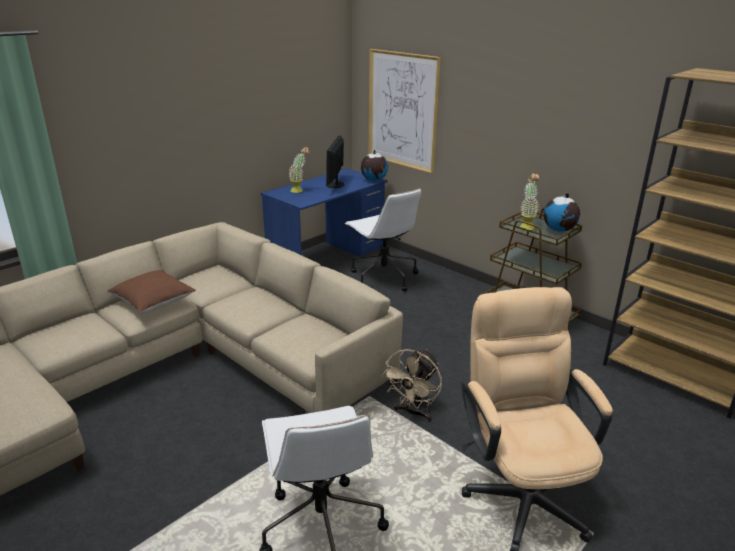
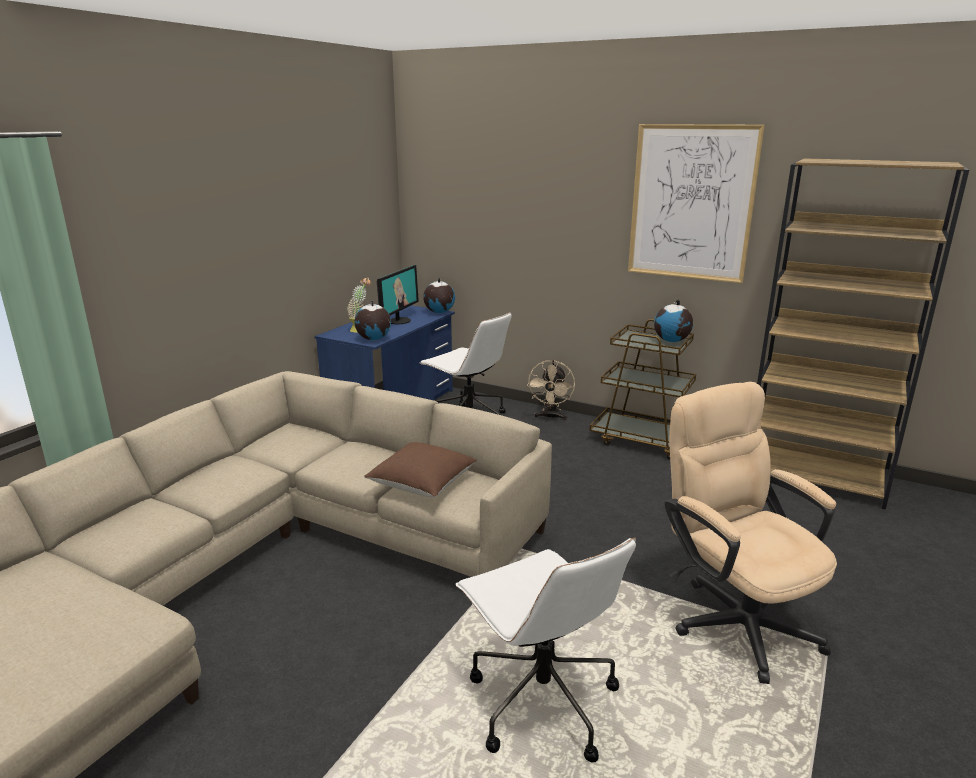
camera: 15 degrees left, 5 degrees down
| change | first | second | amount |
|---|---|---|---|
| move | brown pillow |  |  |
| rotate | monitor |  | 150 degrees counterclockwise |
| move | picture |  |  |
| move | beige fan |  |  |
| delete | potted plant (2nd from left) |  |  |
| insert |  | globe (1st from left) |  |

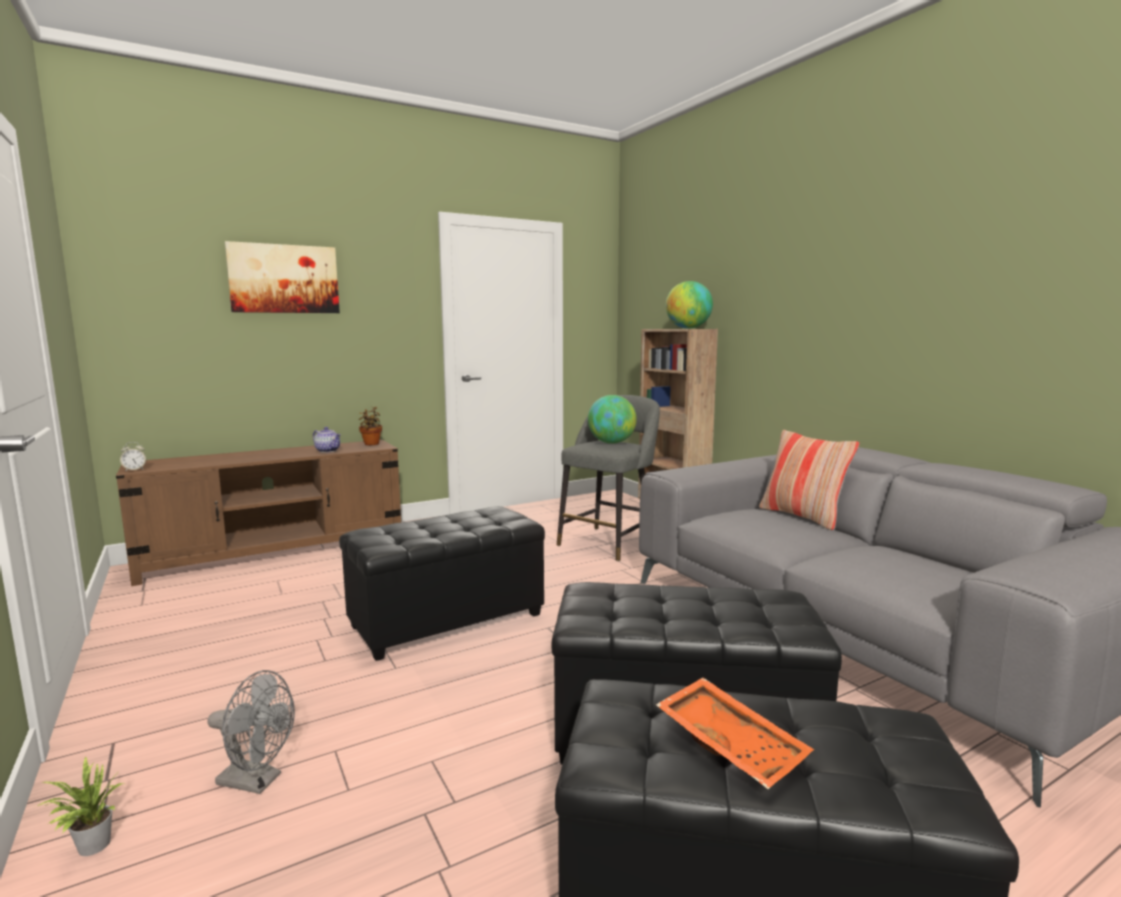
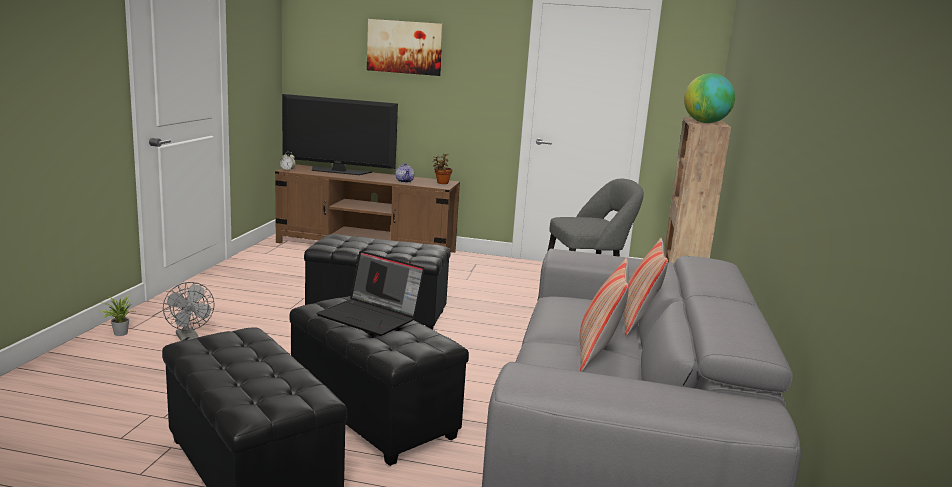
camera: 40 degrees right, 5 degrees up
| change | first | second | amount |
|---|---|---|---|
| delete | globe (1st from left) |  |  |
| delete | orange tray |  |  |
| insert |  | television |  |
| insert |  | laptop |  |
| insert |  | pillow (1st from left) |  |

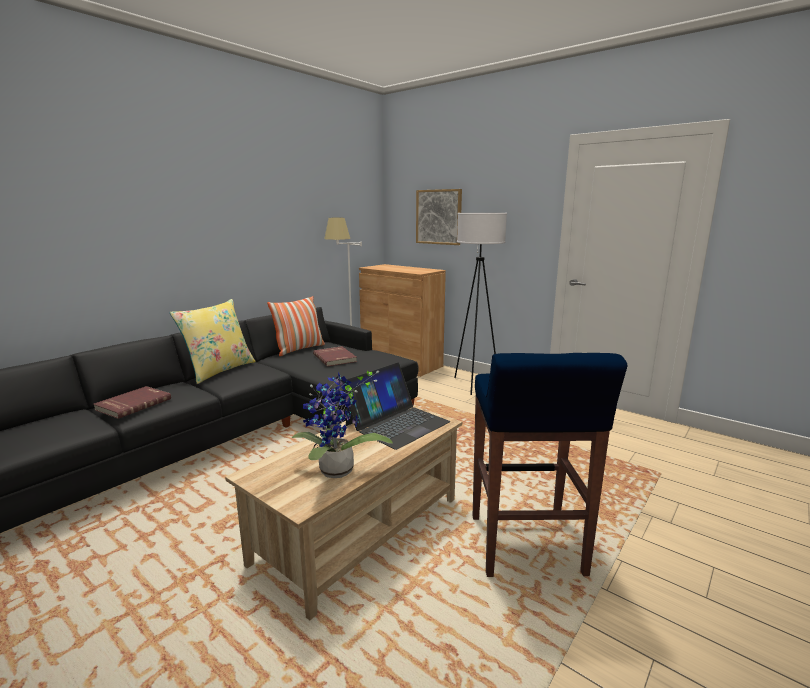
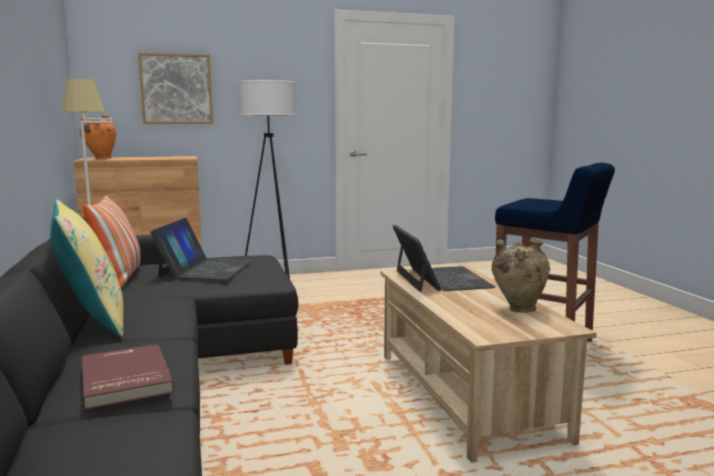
camera: 55 degrees left, 5 degrees down
| change | first | second | amount |
|---|---|---|---|
| replace | potted plant | beige vase |  |
| replace | red book (2nd from left) | laptop (1st from left) |  |
| insert |  | orange vase |  |

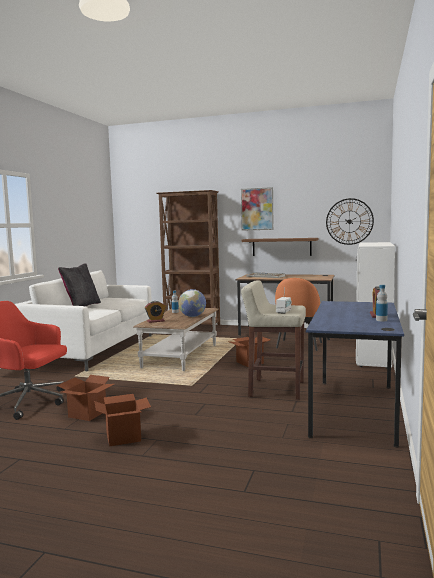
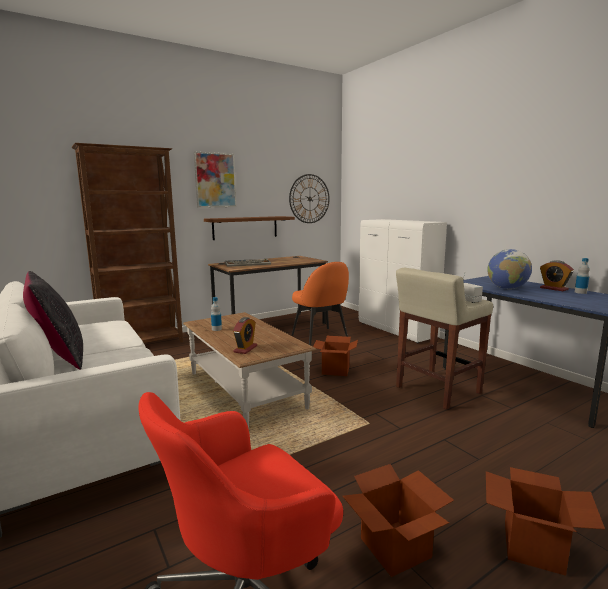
camera: 50 degrees left, 5 degrees up
| change | first | second | amount |
|---|---|---|---|
| move | globe |  |  |

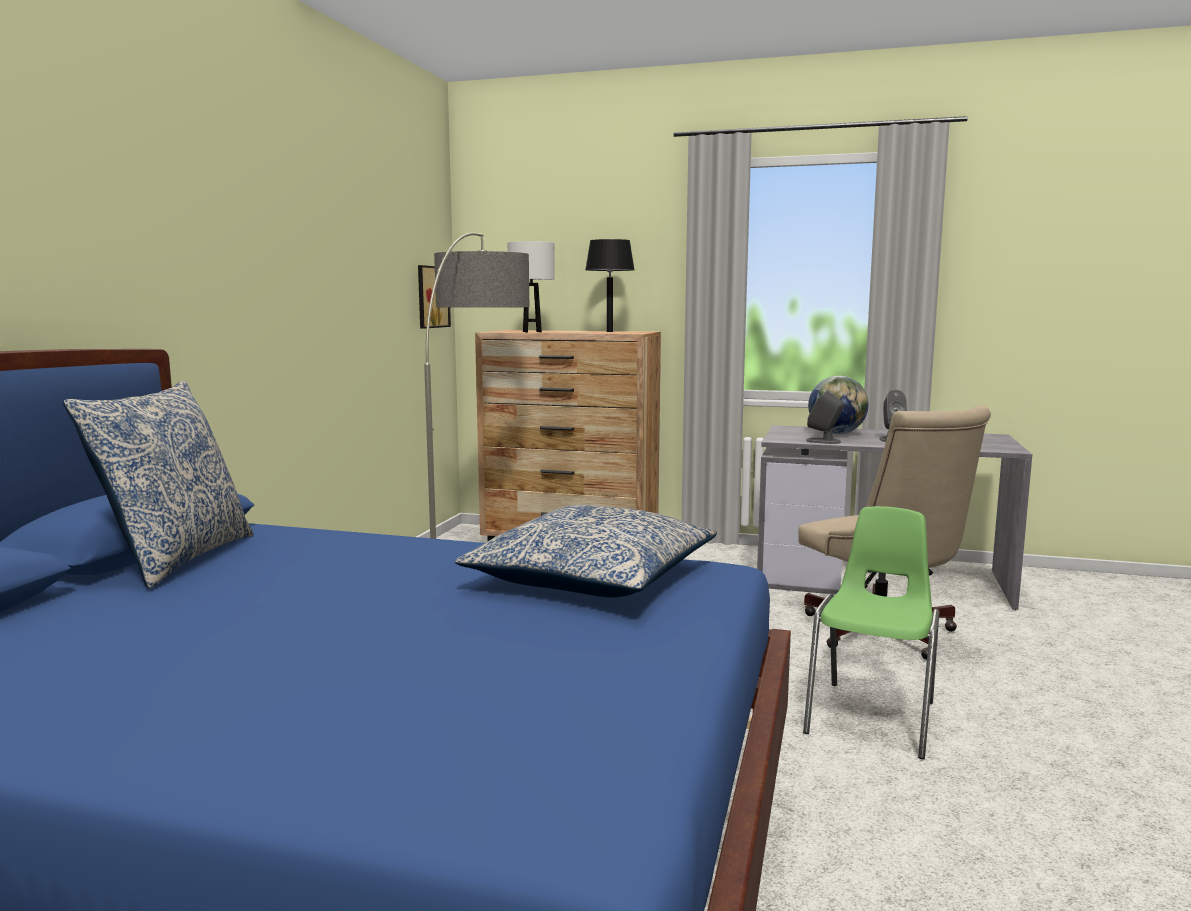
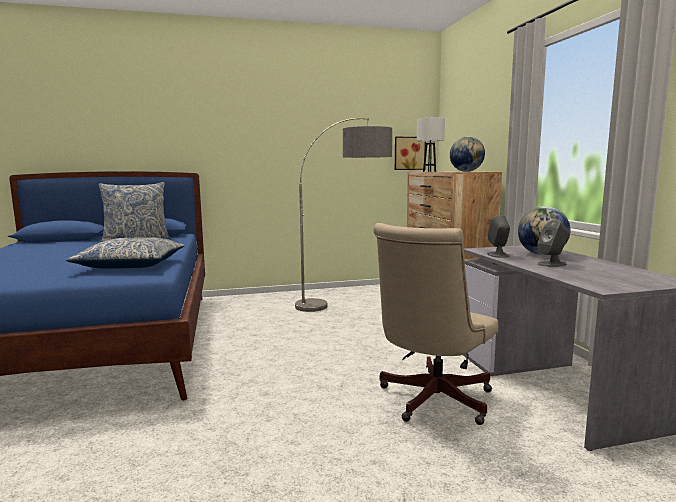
camera: 60 degrees right, 0 degrees up
| change | first | second | amount |
|---|---|---|---|
| replace | black table lamp | globe (1st from left) |  |
| delete | green chair |  |  |

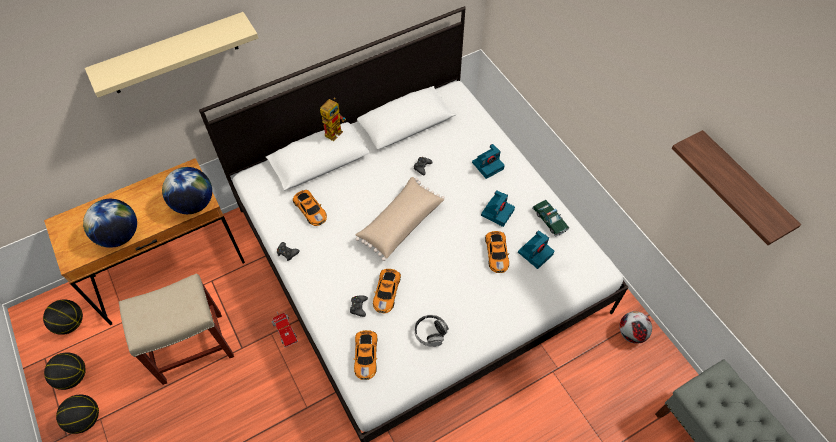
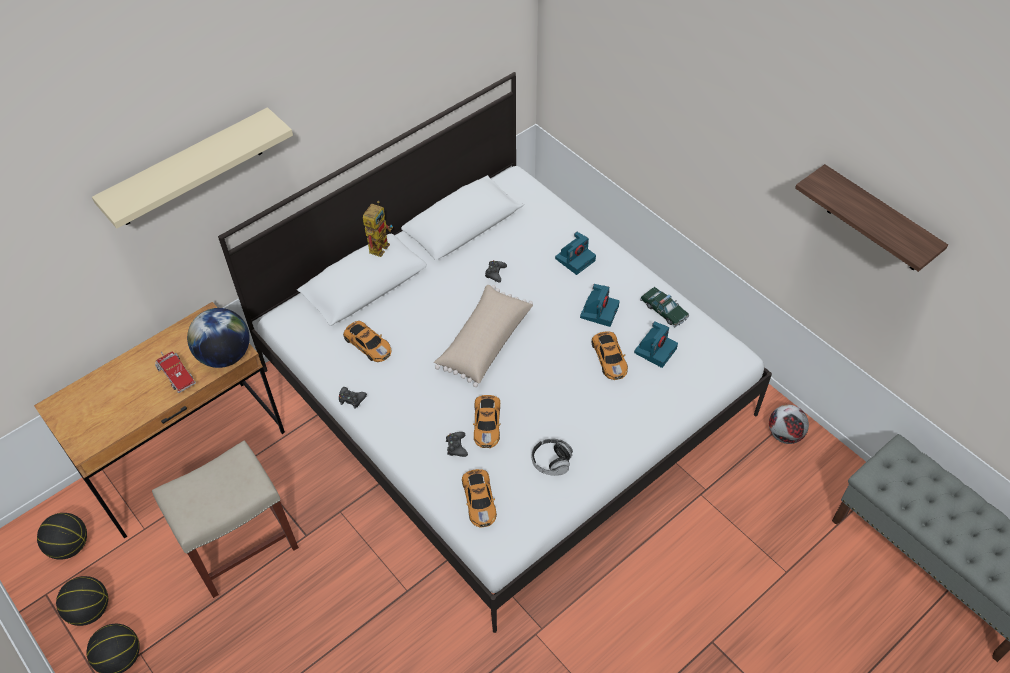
camera: 10 degrees left, 5 degrees down
| change | first | second | amount |
|---|---|---|---|
| delete | globe (1st from left) |  |  |
| move | toy truck |  |  |

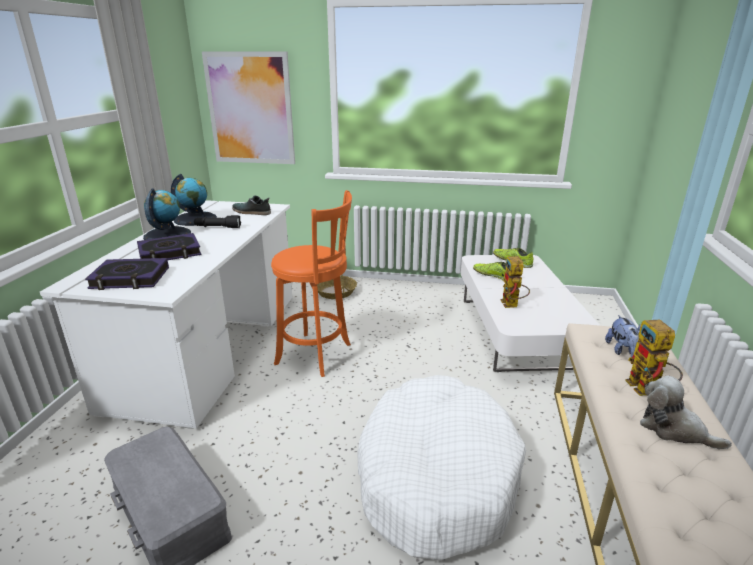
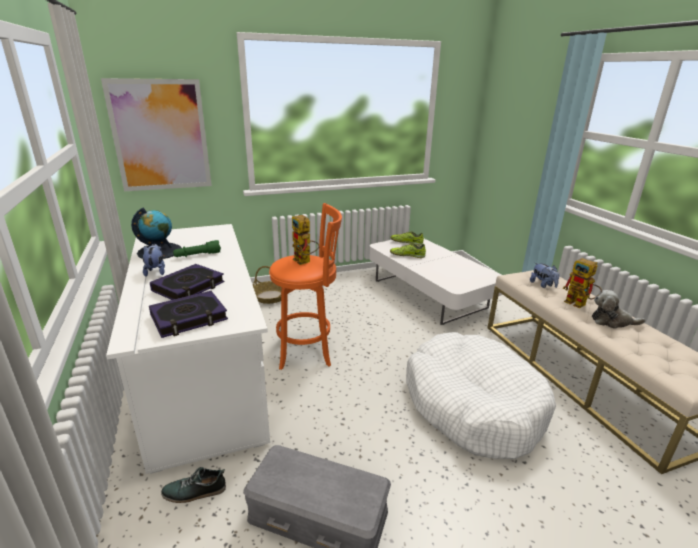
camera: 30 degrees left, 0 degrees up
| change | first | second | amount |
|---|---|---|---|
| replace | globe (1st from left) | plush toy (1st from left) |  |
| recolor | black flashlight | green flashlight |  |
| move | shoe (1st from left) |  |  |
| move | toy robot (1st from left) |  |  |

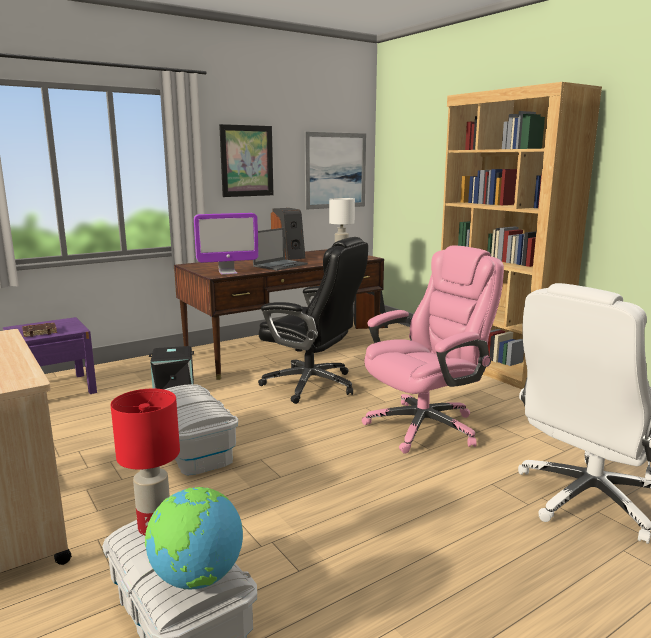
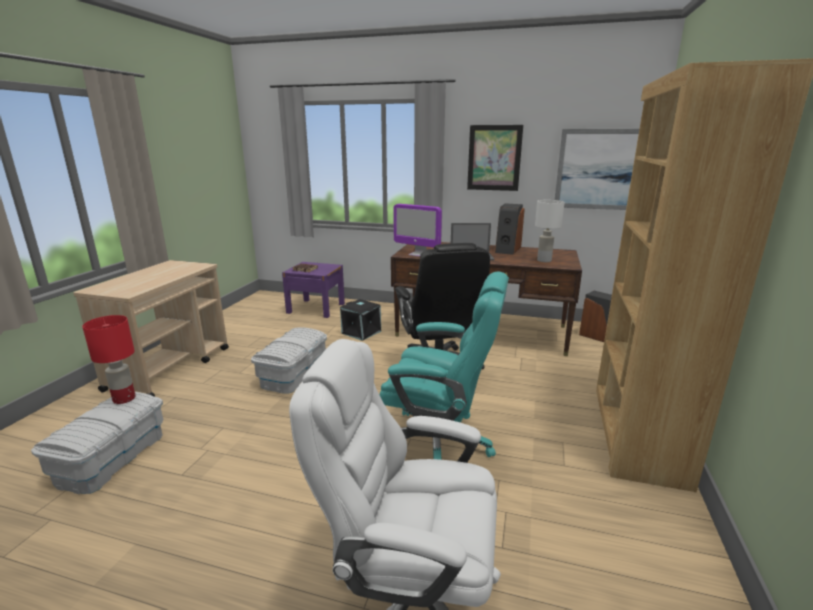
camera: 50 degrees right, 5 degrees up
| change | first | second | amount |
|---|---|---|---|
| delete | globe |  |  |
| recolor | pink office chair | turquoise office chair |  |

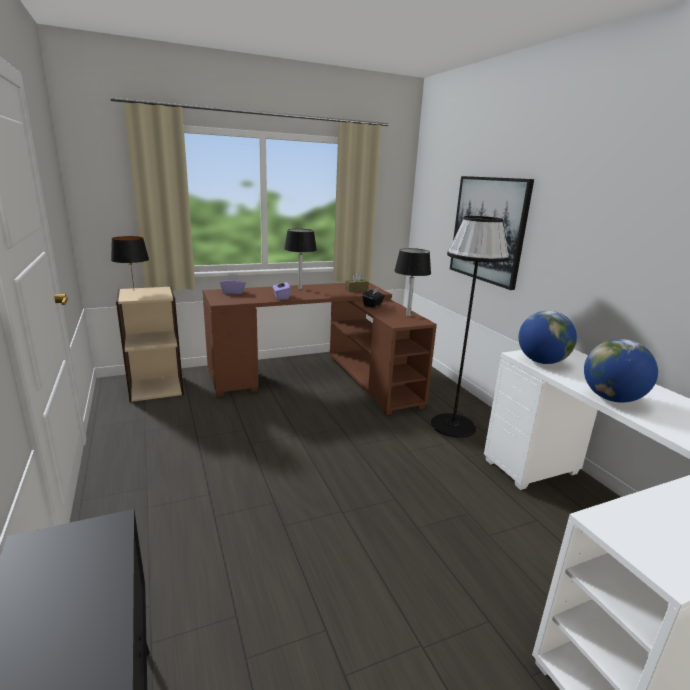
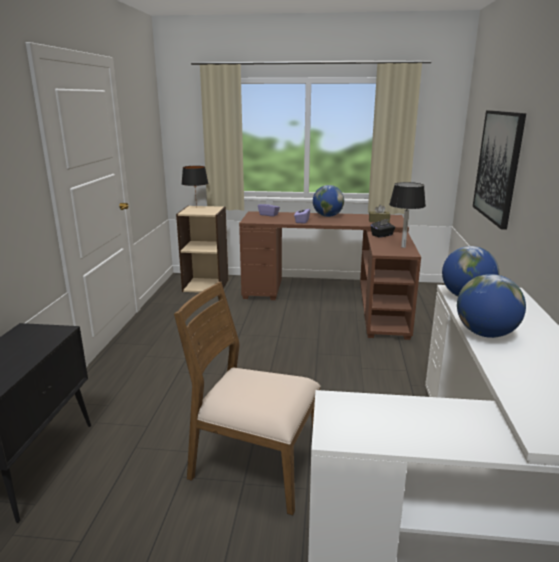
camera: 30 degrees right, 0 degrees up
| change | first | second | amount |
|---|---|---|---|
| replace | black table lamp (2nd from left) | globe (1st from left) |  |
| delete | black floor lamp |  |  |
| insert |  | brown chair |  |

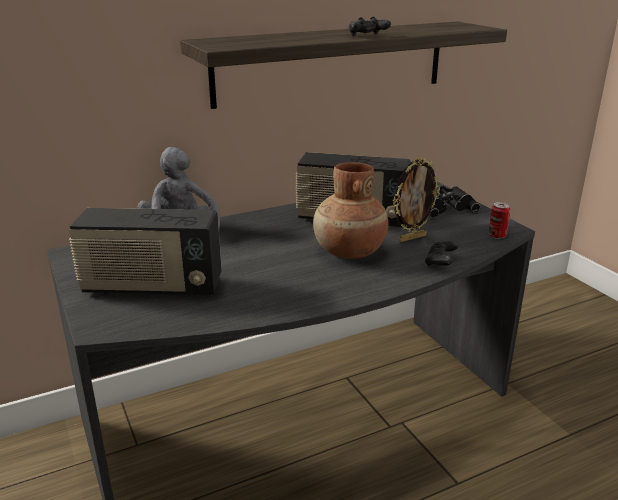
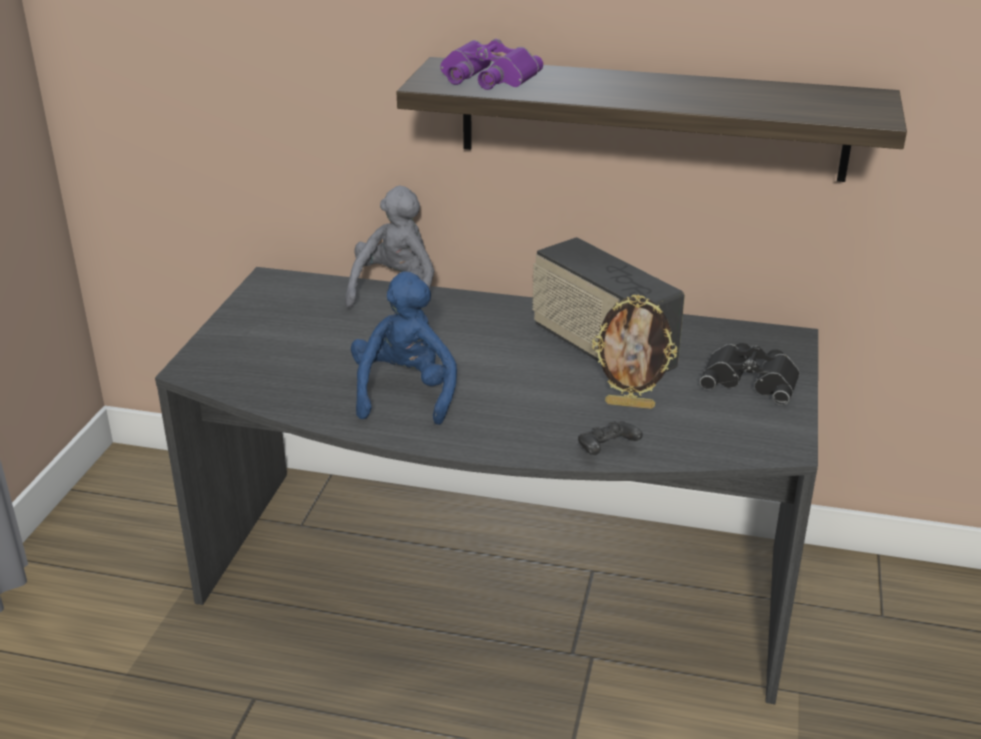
camera: 40 degrees right, 5 degrees up
| change | first | second | amount |
|---|---|---|---|
| delete | radio (1st from left) |  |  |
| delete | brown vase |  |  |
| delete | black game controller (1st from left) |  |  |
| delete | can |  |  |
| insert |  | blue plush toy |  |
| insert |  | purple binoculars |  |

